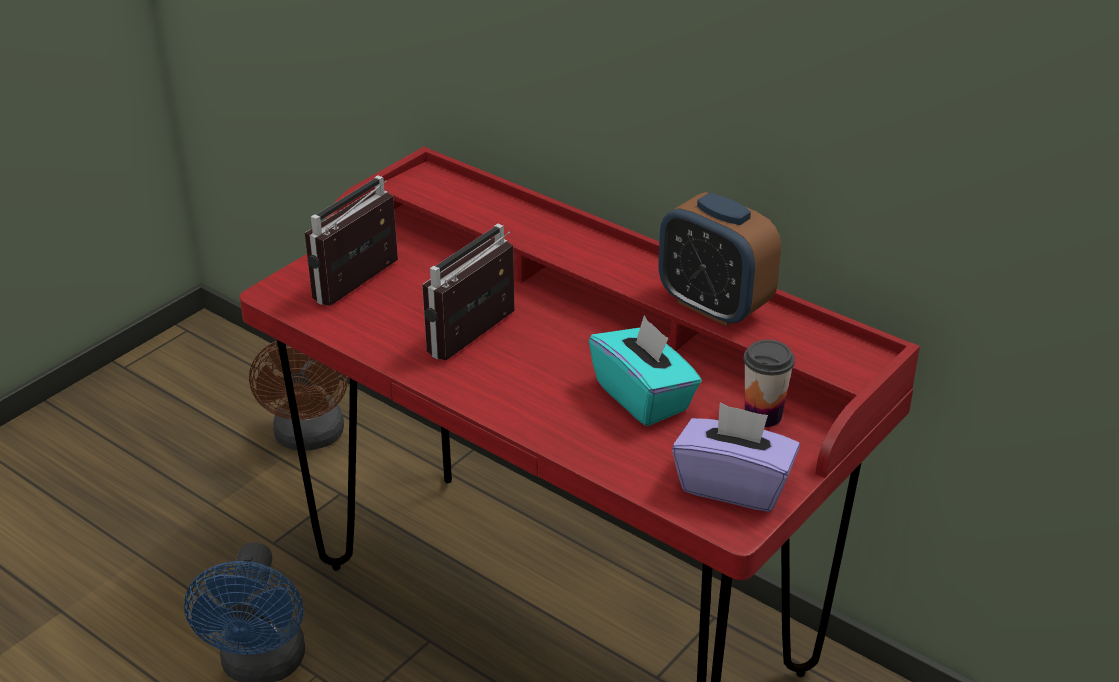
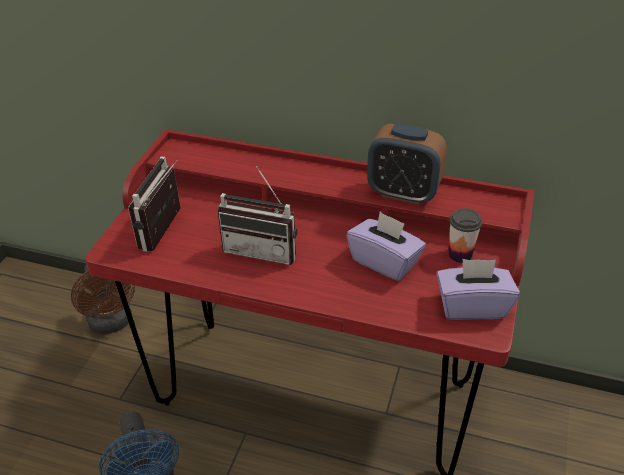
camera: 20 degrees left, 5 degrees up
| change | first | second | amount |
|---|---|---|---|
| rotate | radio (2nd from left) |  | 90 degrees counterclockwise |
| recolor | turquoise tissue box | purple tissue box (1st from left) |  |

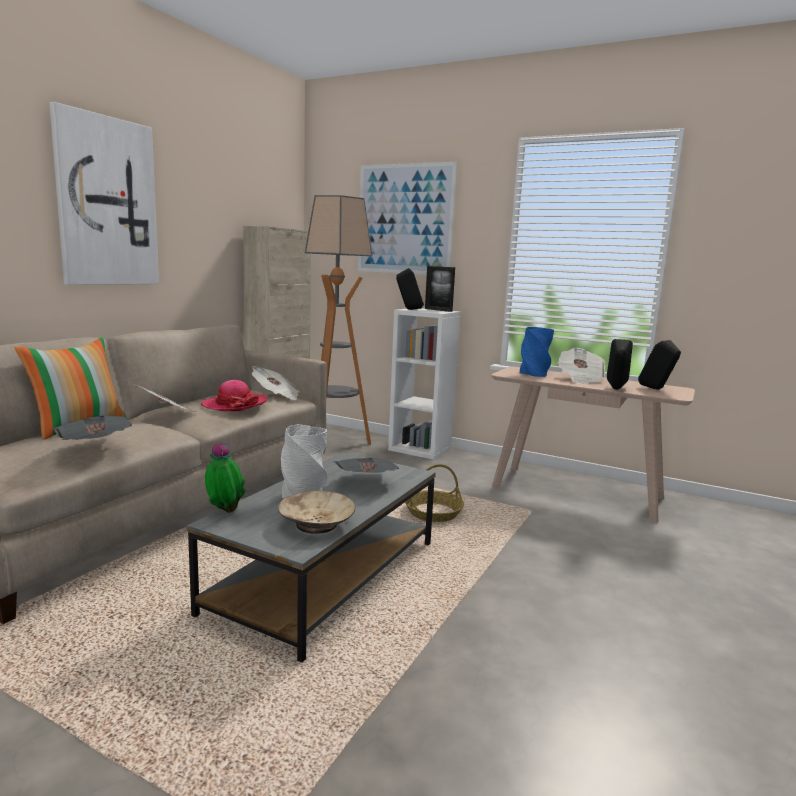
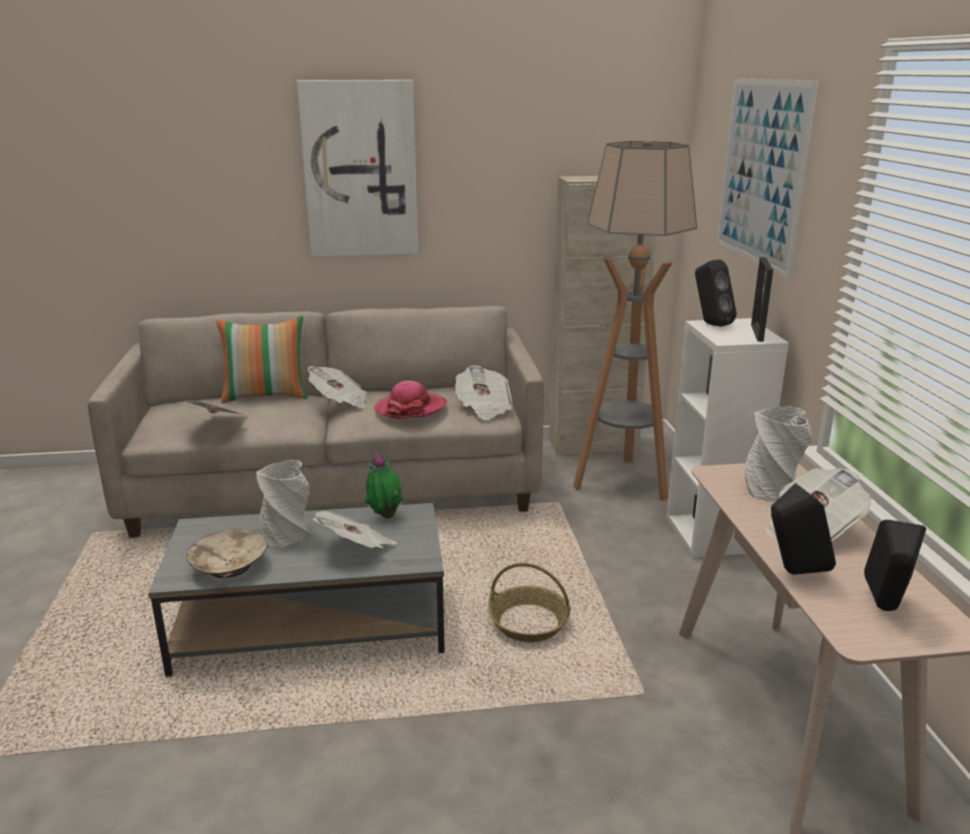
camera: 55 degrees right, 10 degrees up
| change | first | second | amount |
|---|---|---|---|
| move | potted plant |  |  |
| recolor | blue vase | grey vase (2nd from left) |  |

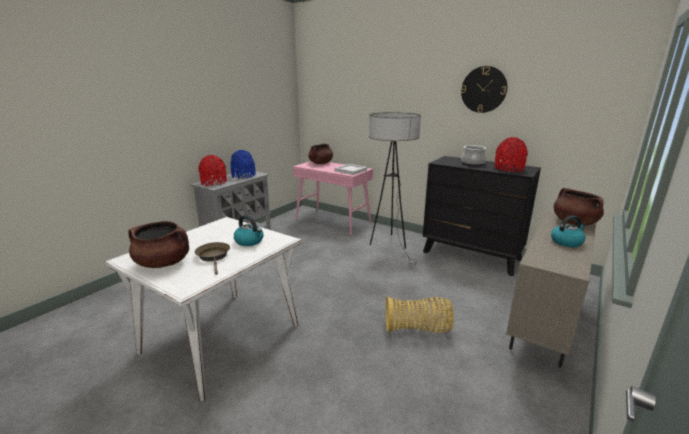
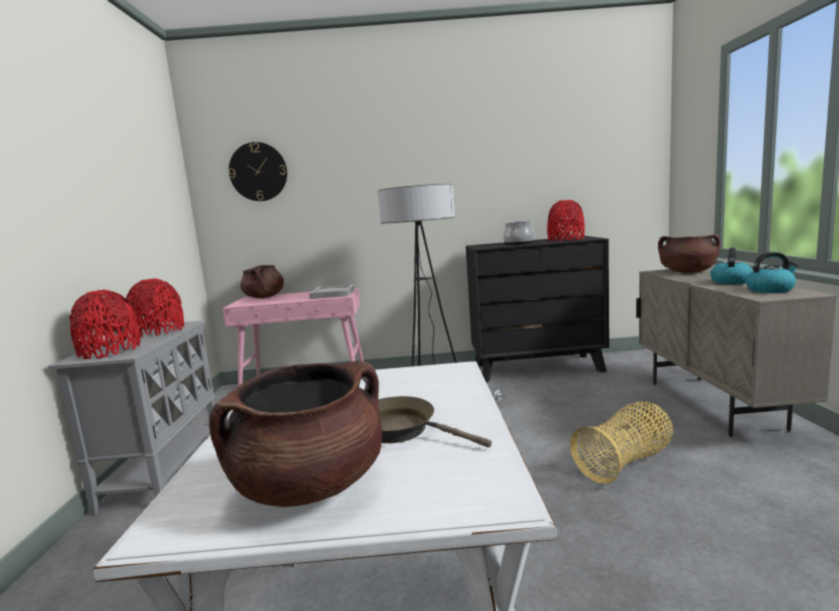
camera: 35 degrees left, 10 degrees down
| change | first | second | amount |
|---|---|---|---|
| recolor | blue vase | red vase (2nd from left) |  |
| move | kettle (1st from left in the first image) | kettle (2nd from left) |  |
| move | wall clock |  |  |

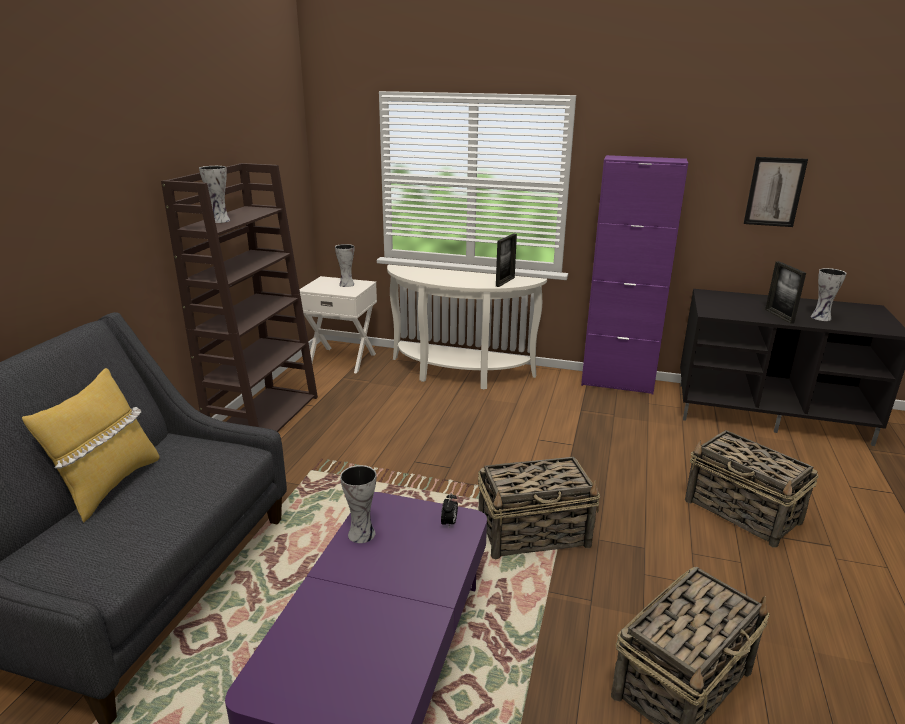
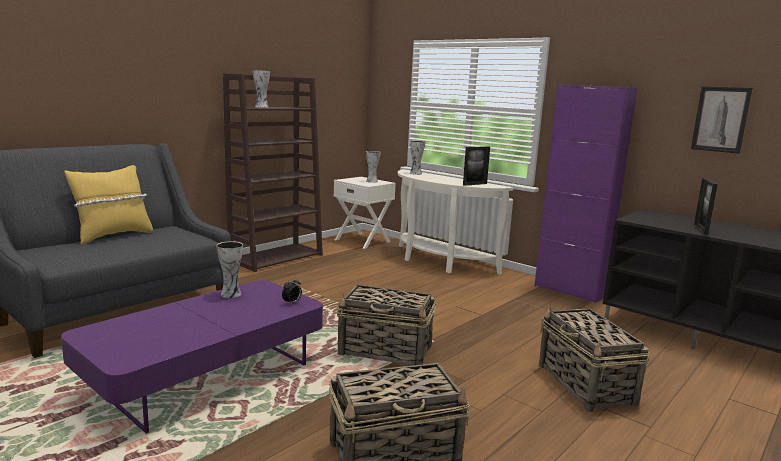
camera: 25 degrees right, 10 degrees down
| change | first | second | amount |
|---|---|---|---|
| move | vase (4th from left) |  |  |

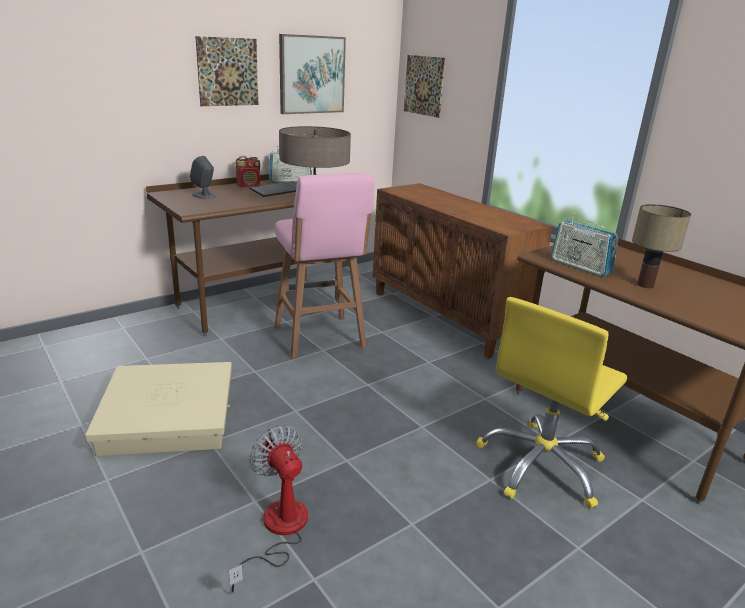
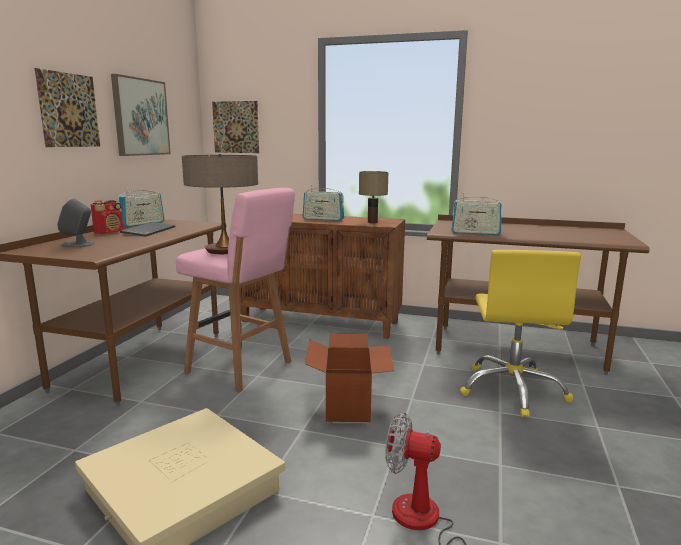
camera: 35 degrees left, 10 degrees down
| change | first | second | amount |
|---|---|---|---|
| move | table lamp (2nd from left) |  |  |
| insert |  | radio (3rd from left) |  |
| insert |  | cardboard box |  |

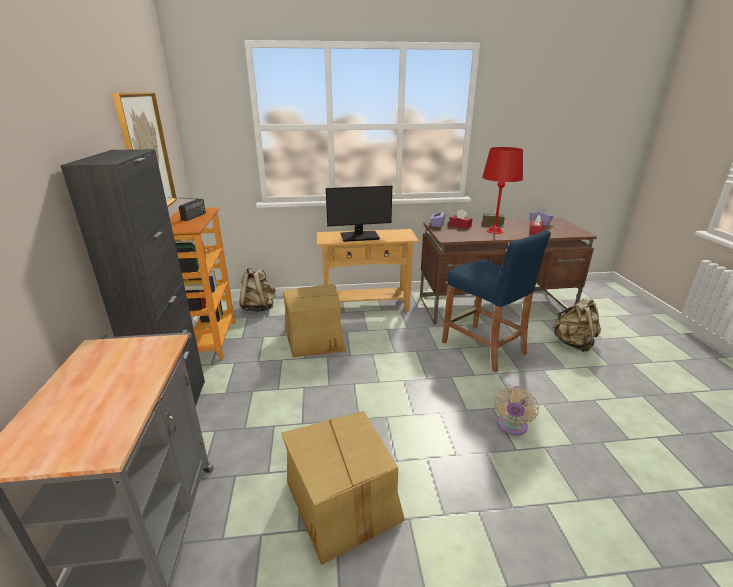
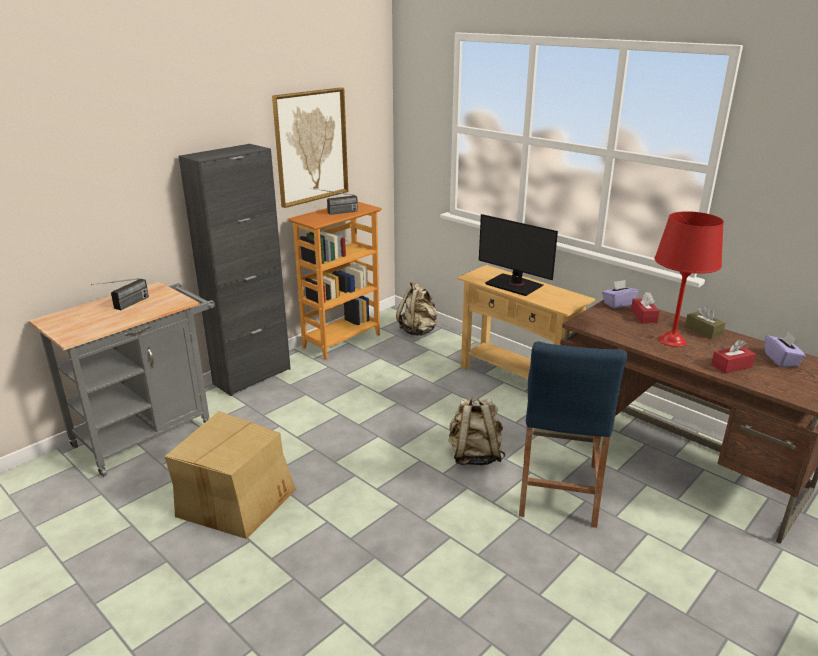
camera: 50 degrees right, 0 degrees up
| change | first | second | amount |
|---|---|---|---|
| delete | cardboard box (1st from left) |  |  |
| delete | beige fan |  |  |
| move | beige backpack (2nd from left) |  |  |
| insert |  | radio (1st from left) |  |

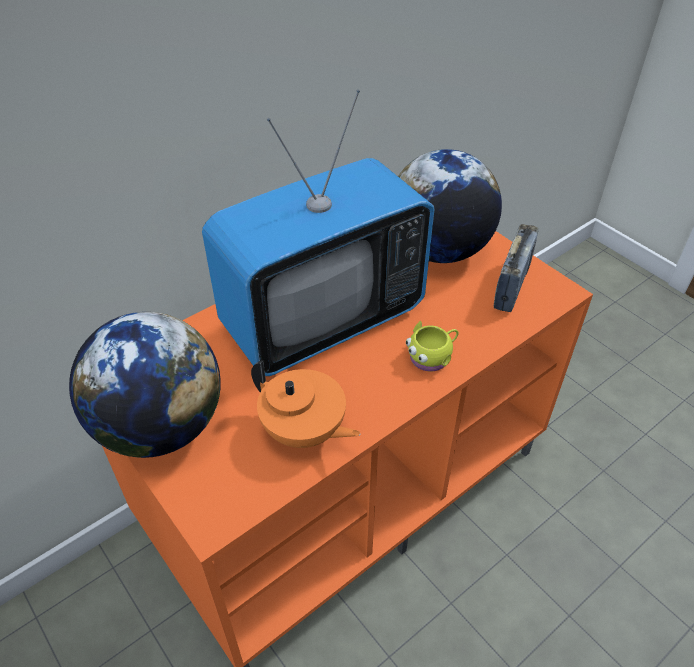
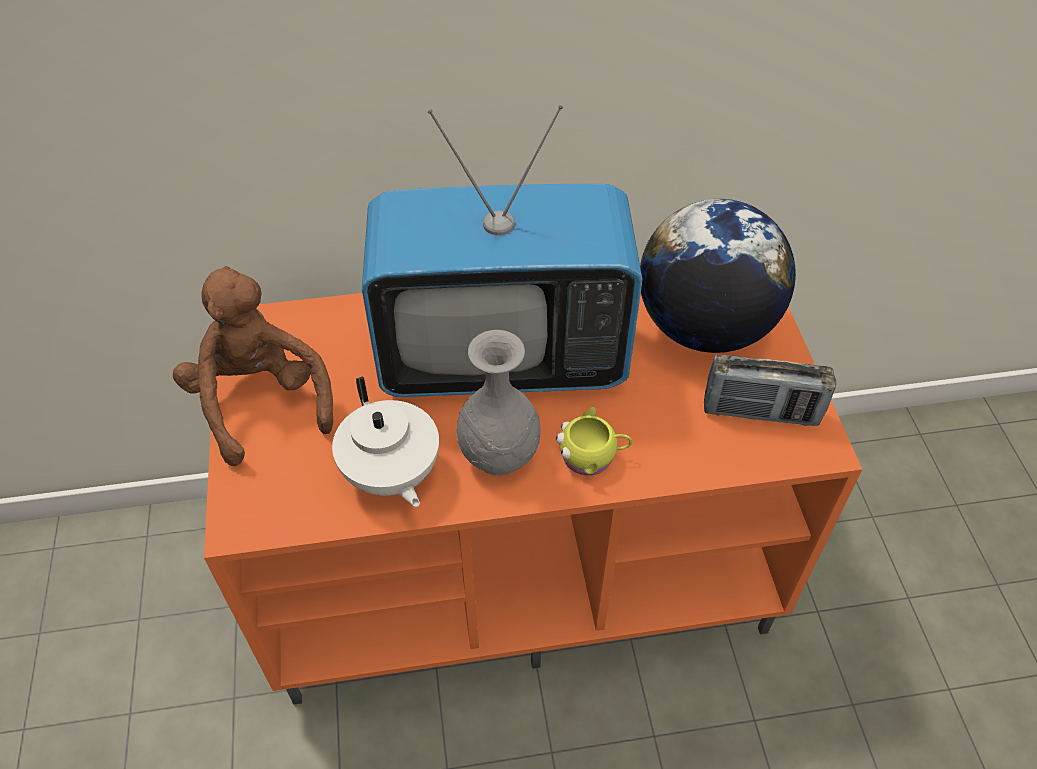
camera: 30 degrees right, 5 degrees up
| change | first | second | amount |
|---|---|---|---|
| replace | globe (1st from left) | brown plush toy |  |
| recolor | orange teapot | white teapot |  |
| rotate | radio |  | 45 degrees clockwise |
| insert |  | grey vase |  |

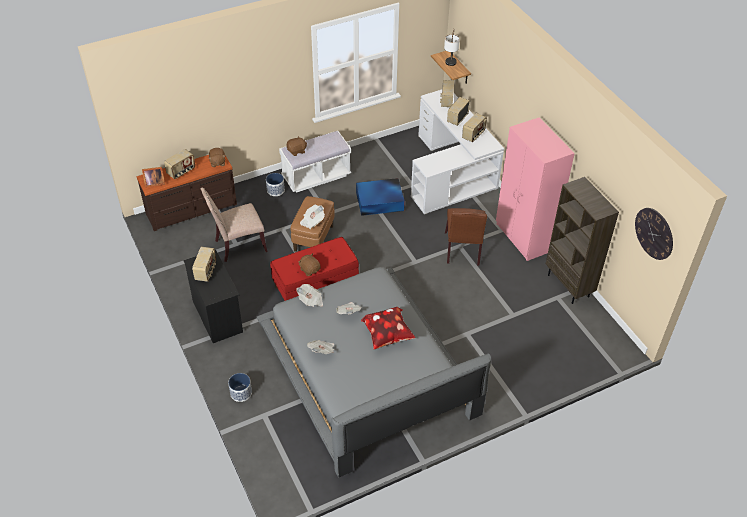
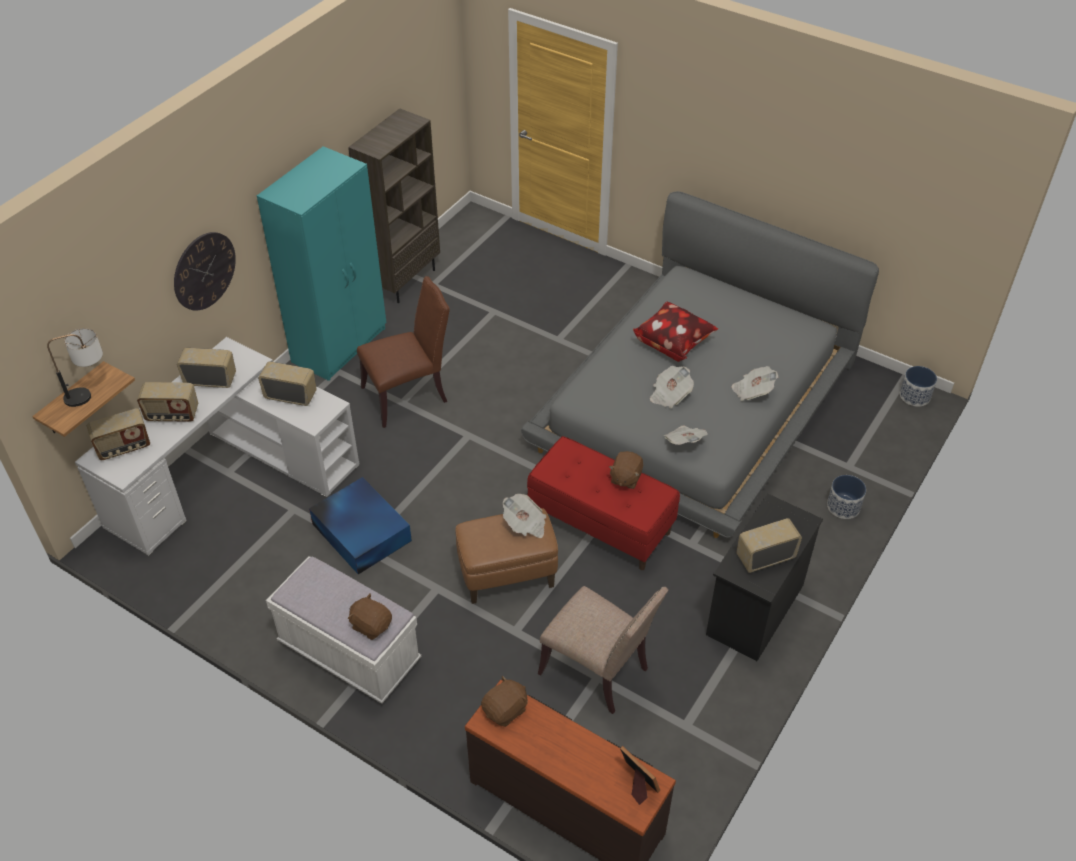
camera: 120 degrees left, 0 degrees up
| change | first | second | amount |
|---|---|---|---|
| move | radio (1st from left in the first image) | radio (4th from left) |  |
| move | planter (2nd from left) |  |  |
| recolor | pink wardrobe | turquoise wardrobe |  |
| move | wall clock |  |  |

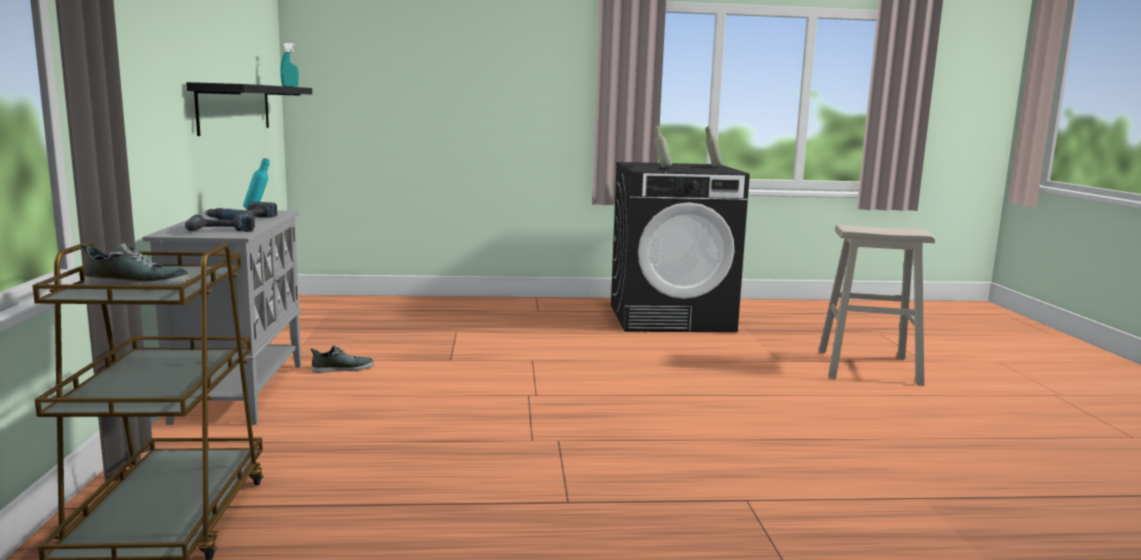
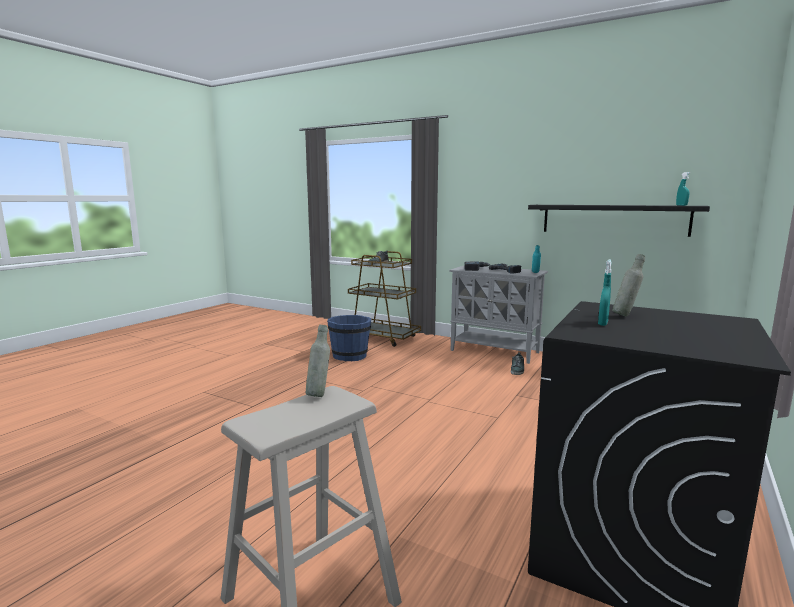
camera: 125 degrees right, 0 degrees up
| change | first | second | amount |
|---|---|---|---|
| move | grey bottle (2nd from left in the first image) | grey bottle (1st from left) |  |
| insert |  | blue bucket |  |
| insert |  | turquoise spray bottle (1st from left) |  |

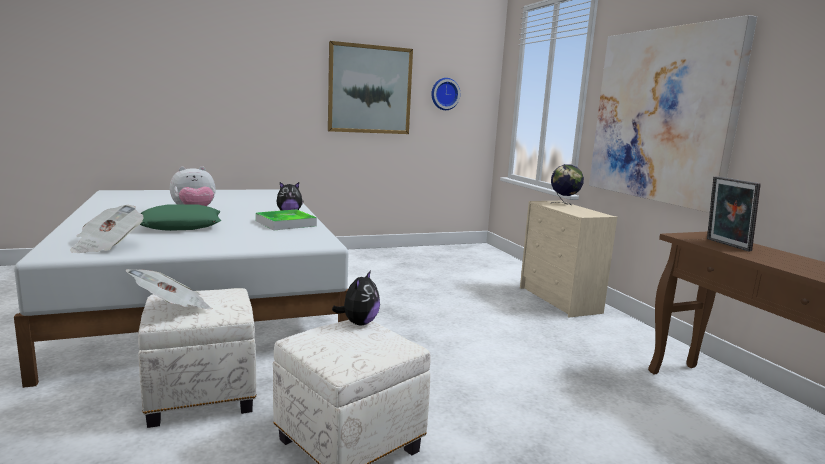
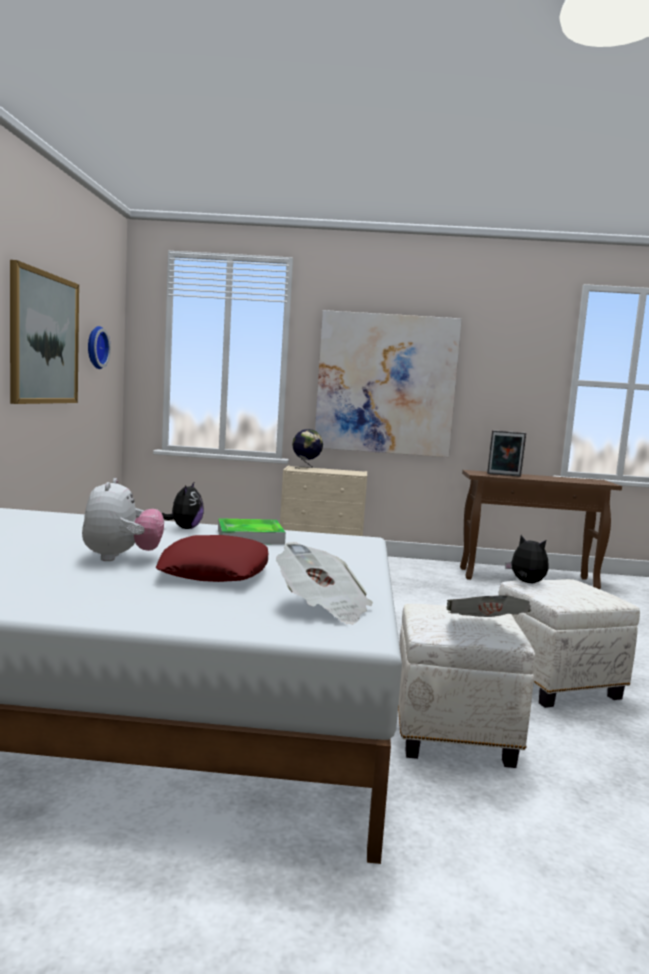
camera: 65 degrees left, 5 degrees down
| change | first | second | amount |
|---|---|---|---|
| recolor | green pillow | red pillow |  |

